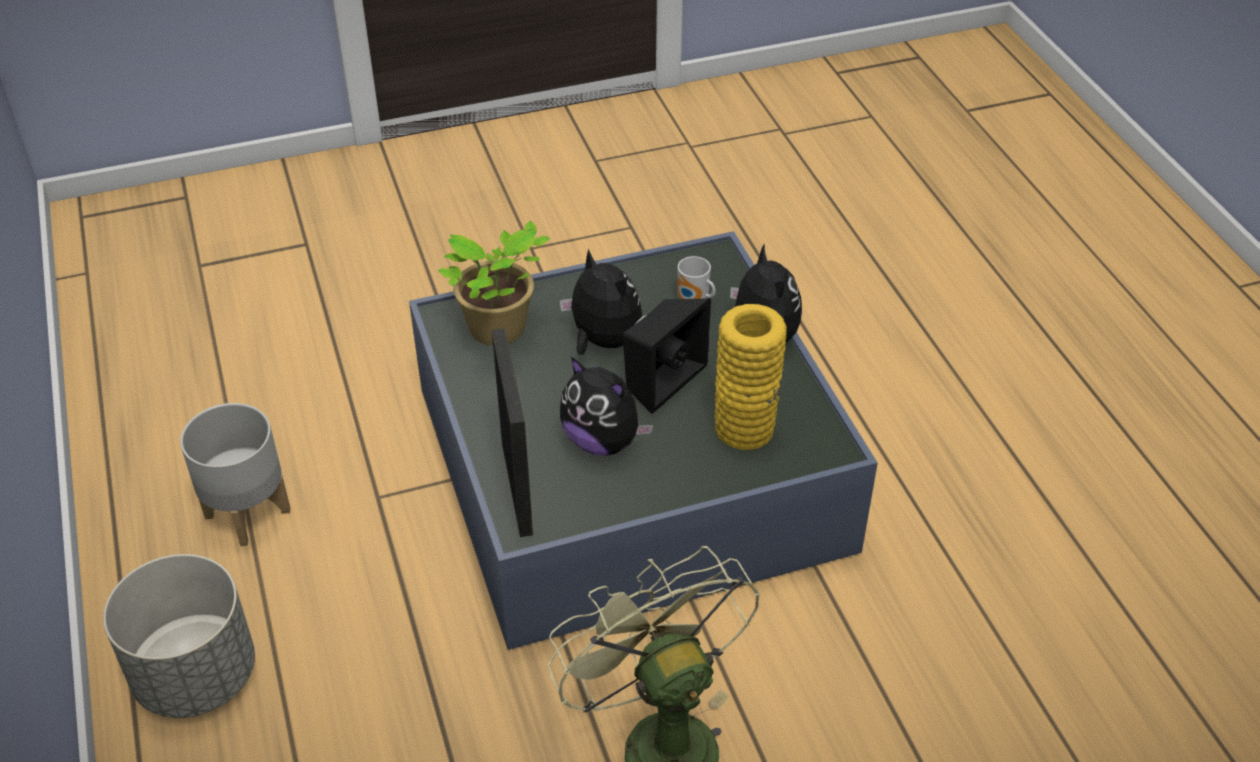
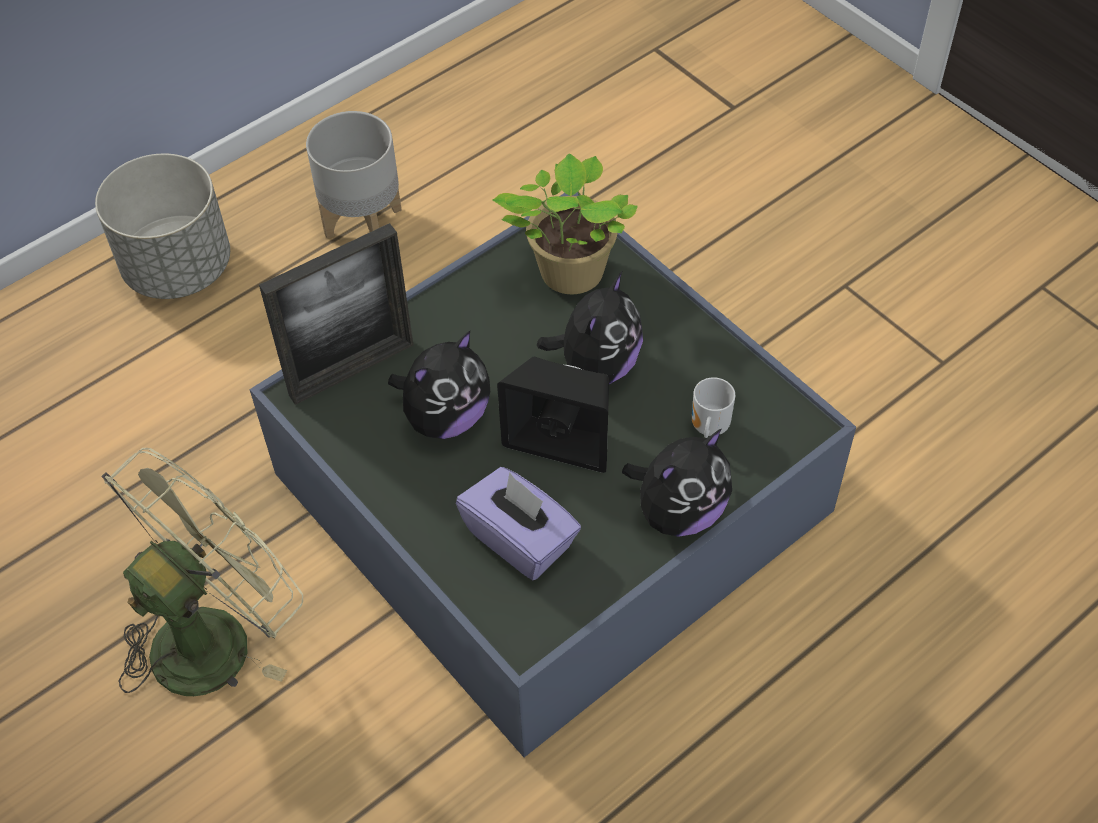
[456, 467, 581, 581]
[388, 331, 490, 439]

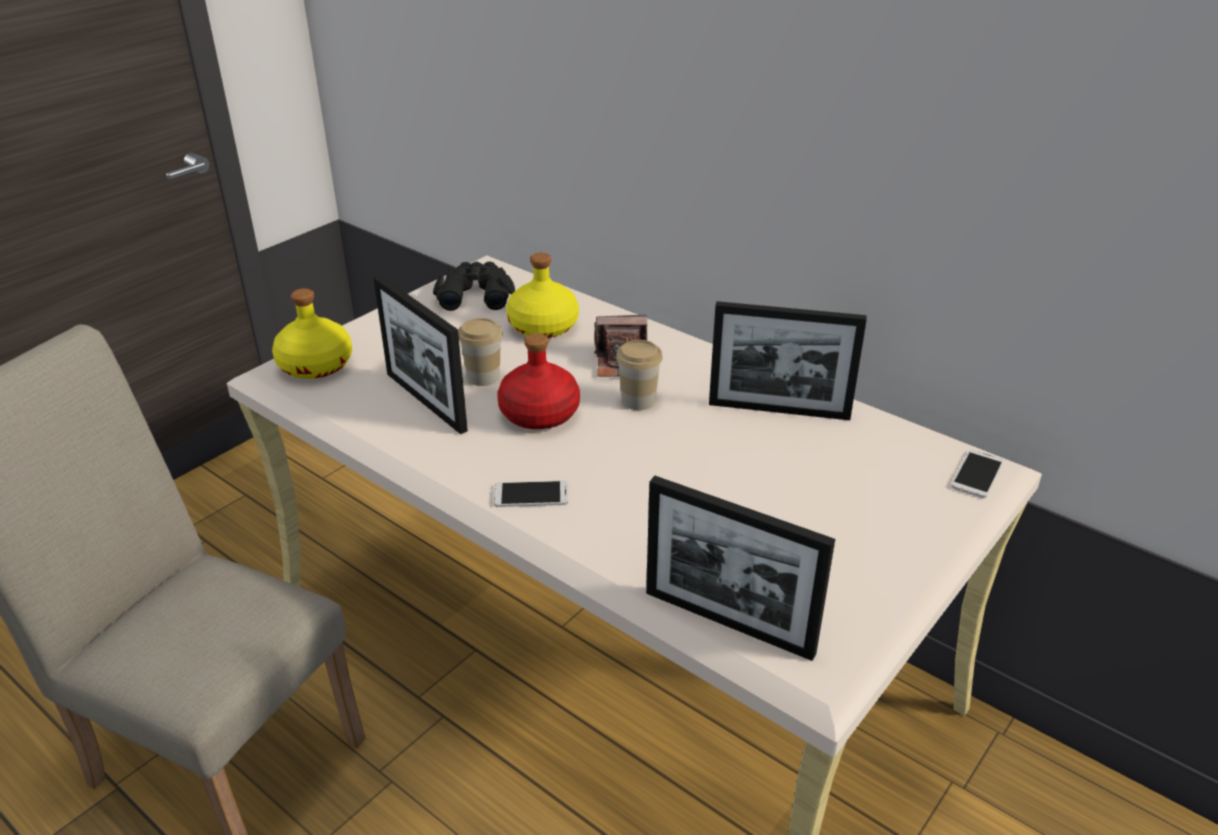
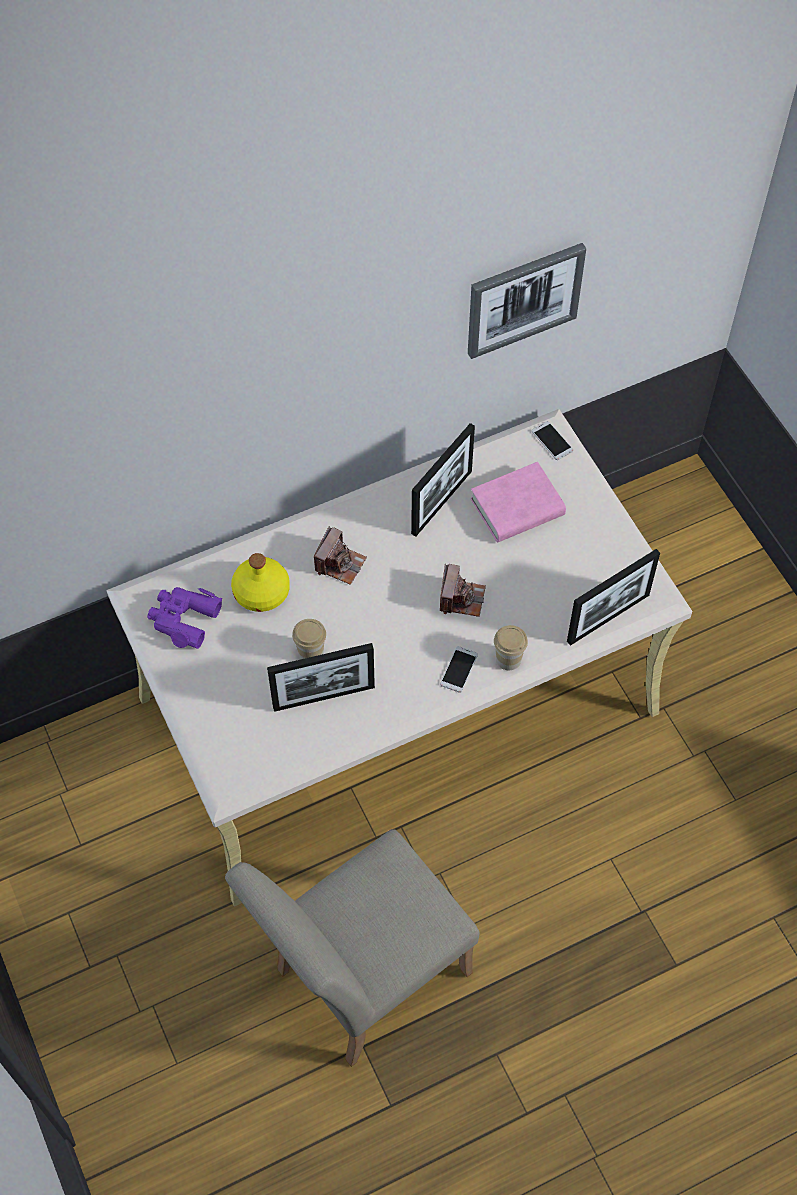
[272, 288, 352, 379] (first image)
[497, 333, 580, 429] (first image)
[440, 564, 486, 617]
[468, 243, 586, 359]
[470, 462, 566, 543]
[494, 625, 528, 670]
[147, 587, 222, 649]

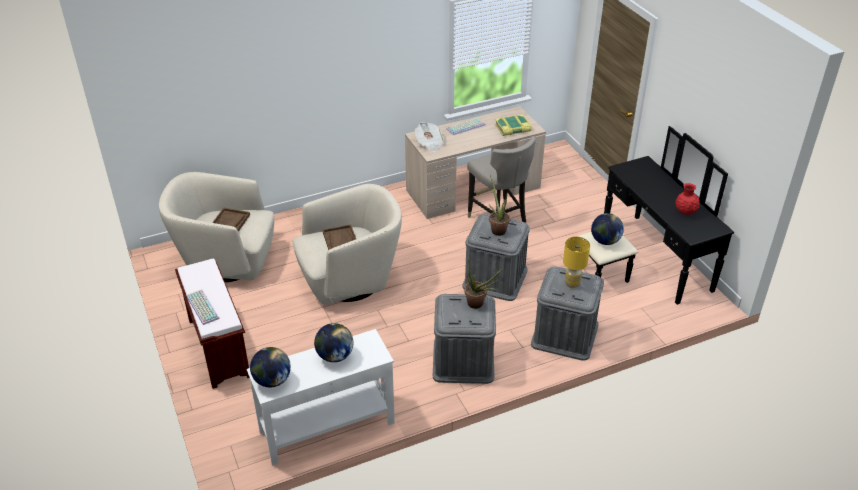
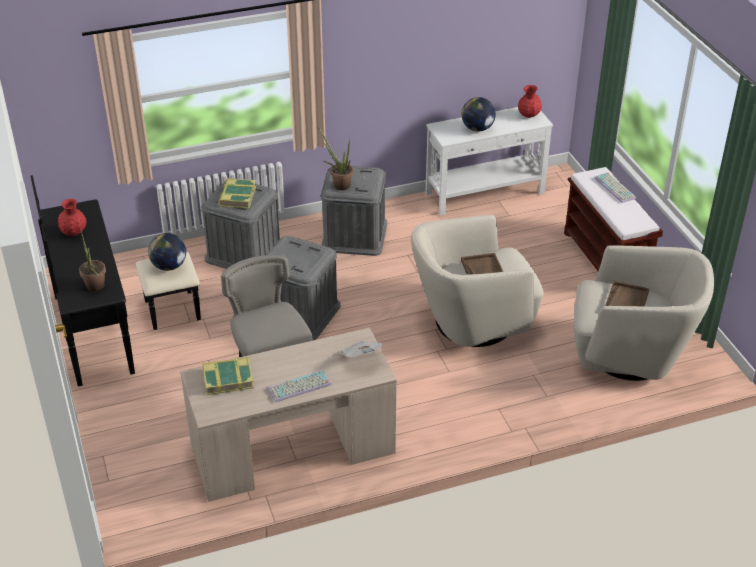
[79, 229, 106, 291]
[518, 85, 542, 118]
[218, 178, 256, 208]

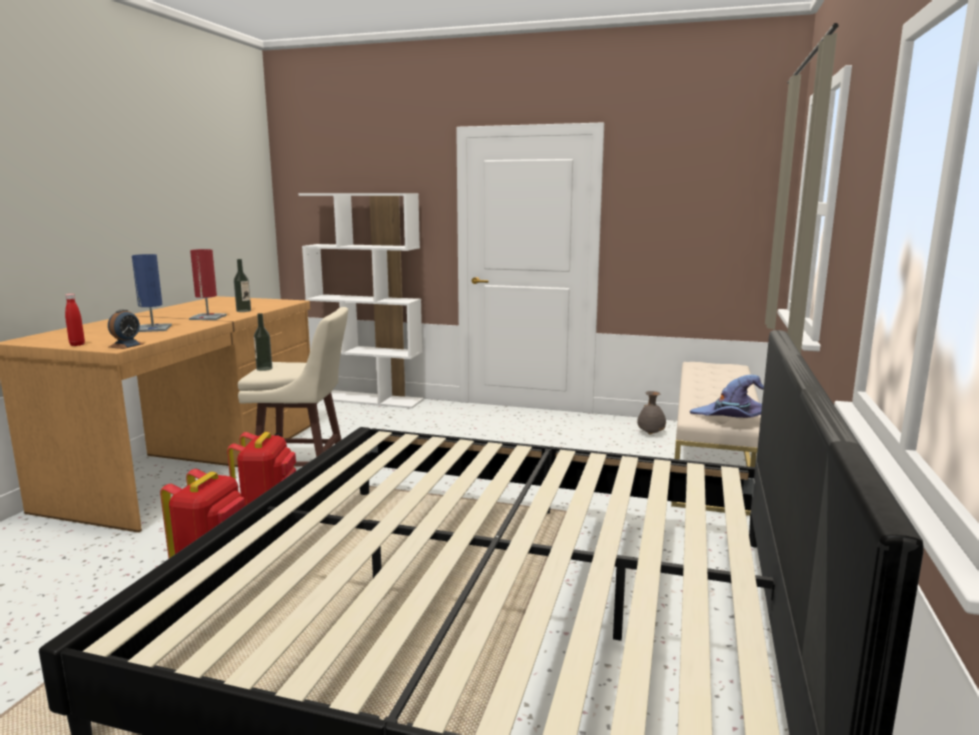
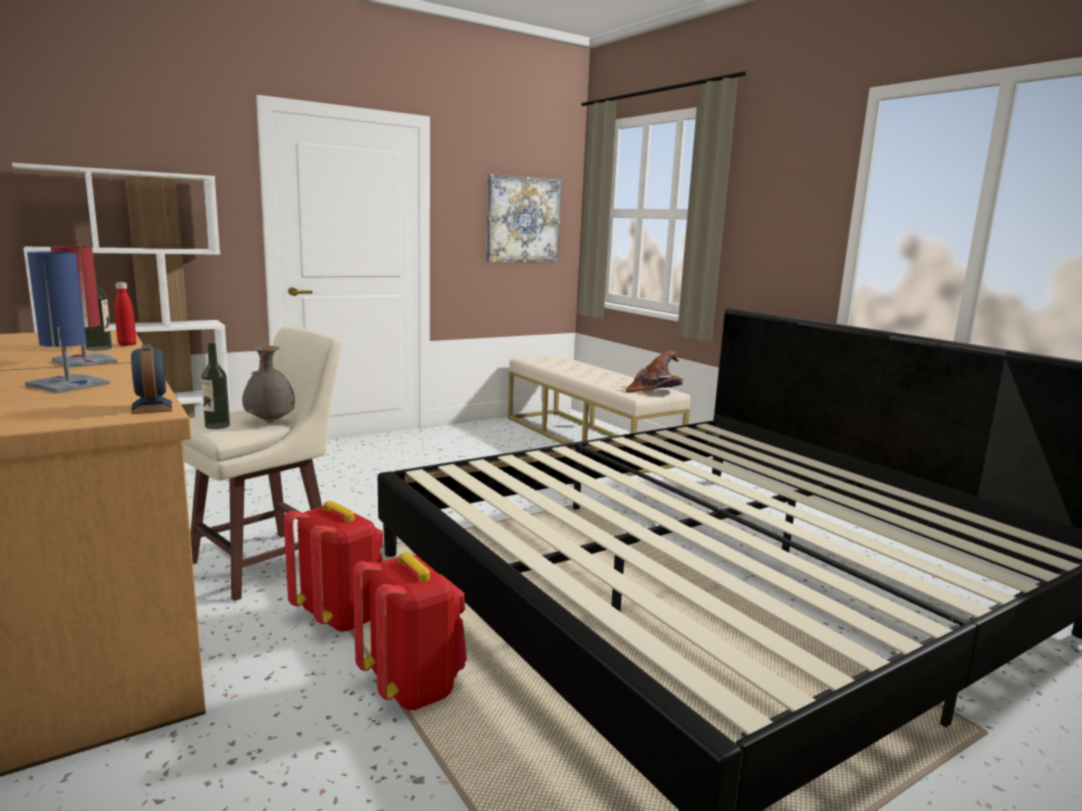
[486, 174, 562, 263]
[114, 282, 136, 346]
[242, 346, 295, 423]
[626, 351, 683, 392]

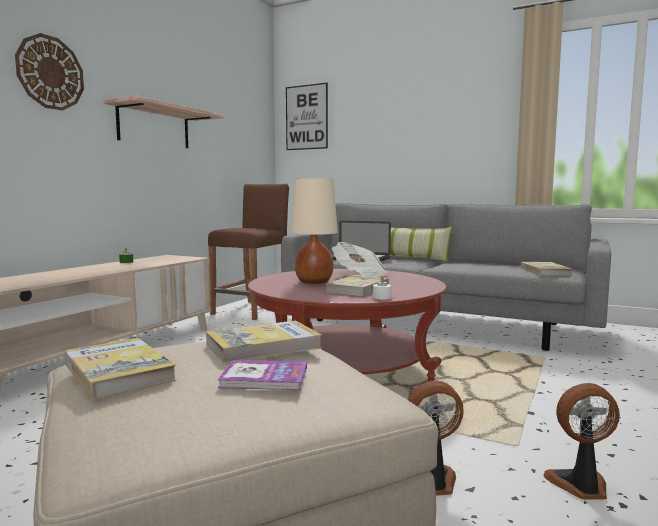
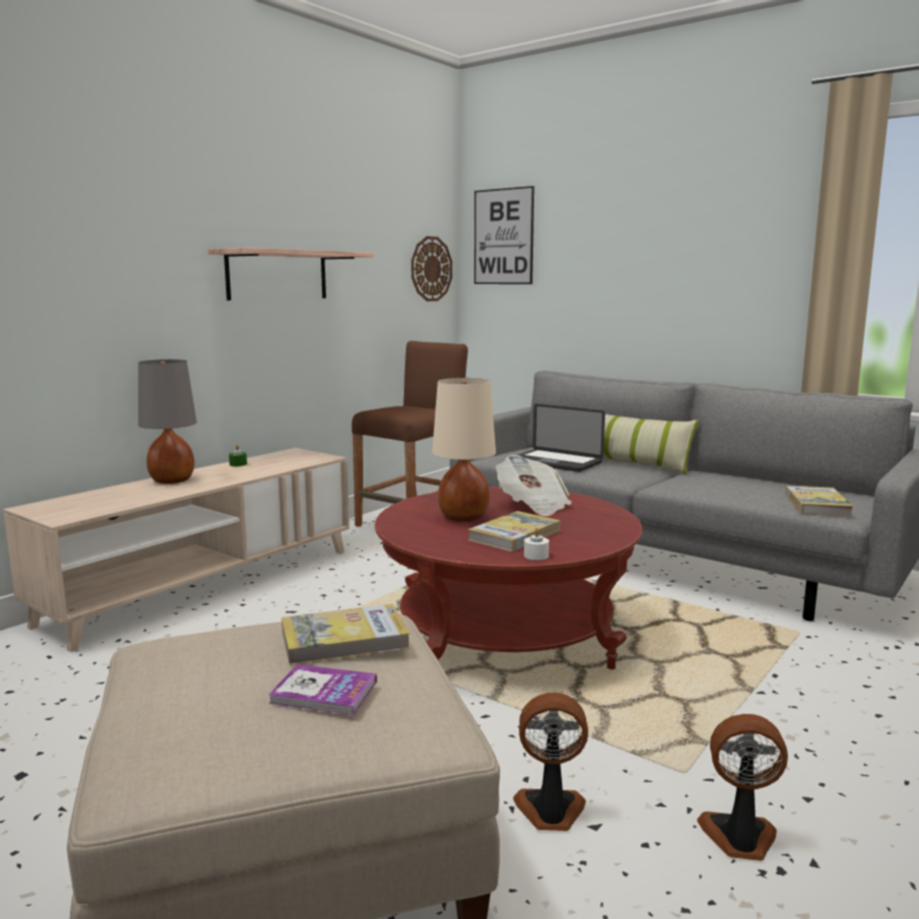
[65, 338, 176, 400] (first image)
[138, 359, 197, 484]
[411, 236, 452, 301]

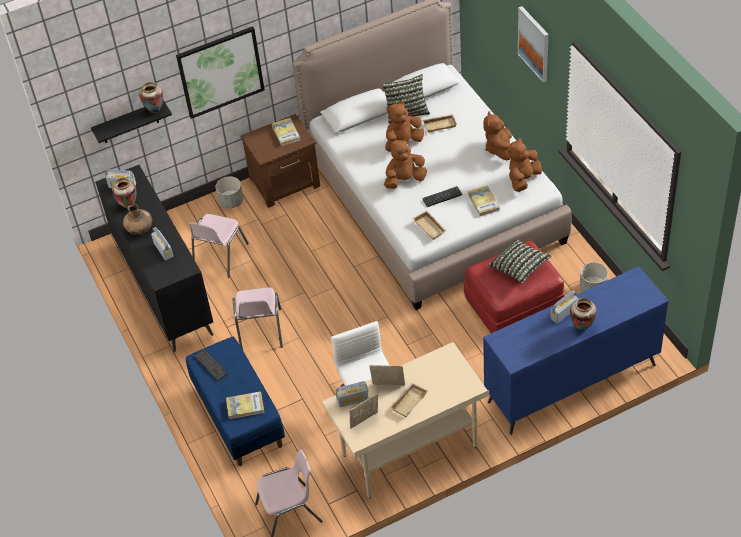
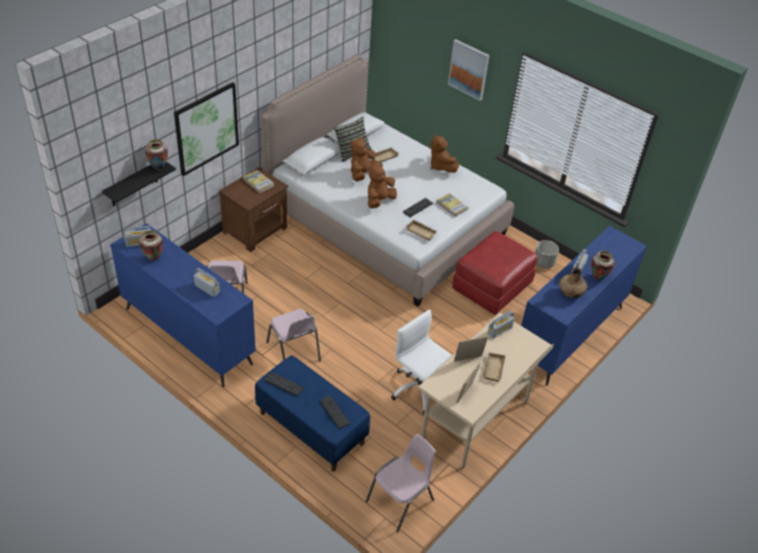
[216, 176, 243, 209] (first image)
[488, 239, 552, 283] (first image)
[508, 138, 542, 192] (first image)
[559, 268, 587, 298]
[487, 311, 514, 339]
[319, 396, 350, 429]
[110, 223, 256, 387]

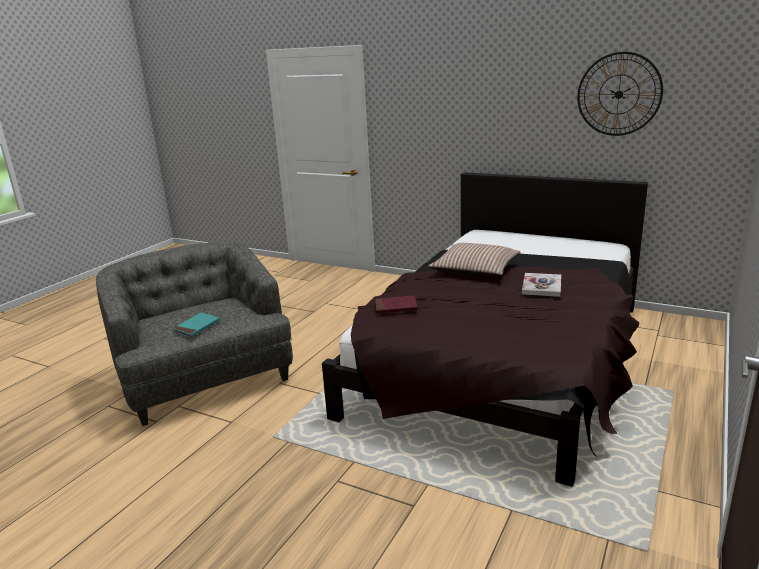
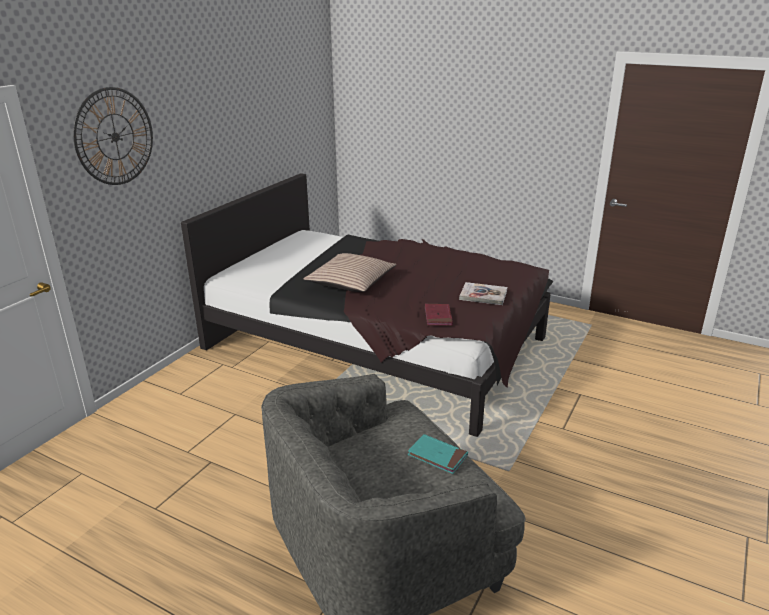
[459, 282, 507, 305]
[73, 87, 153, 185]

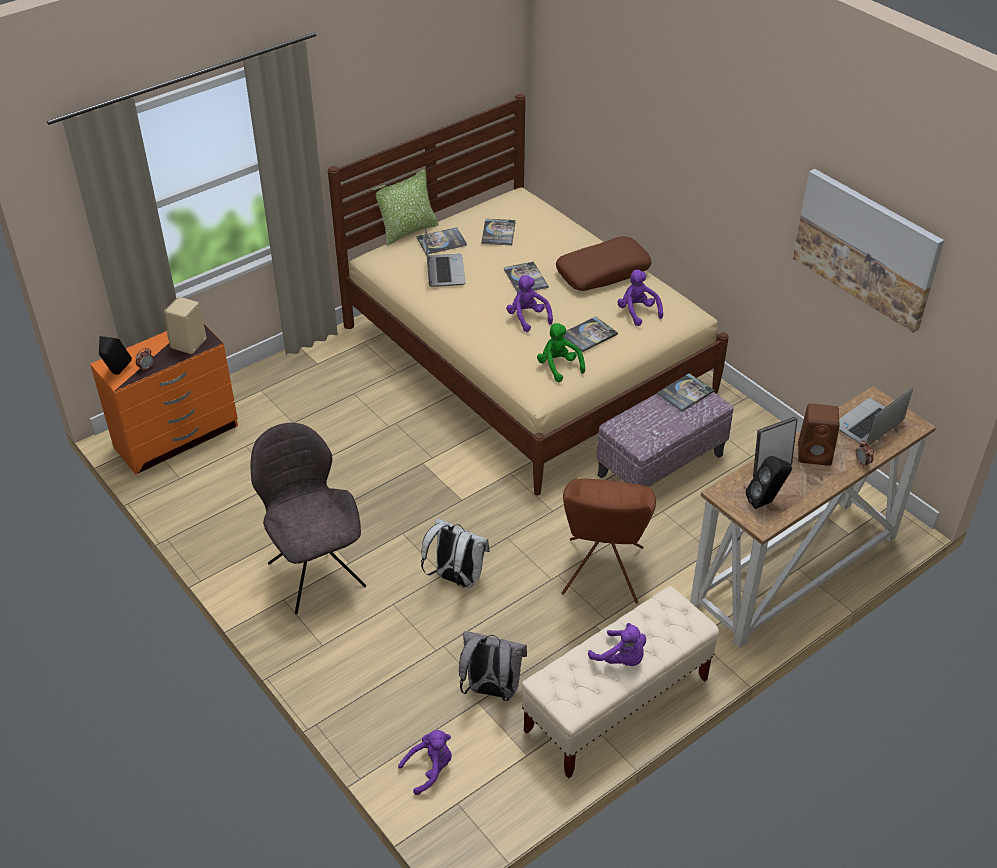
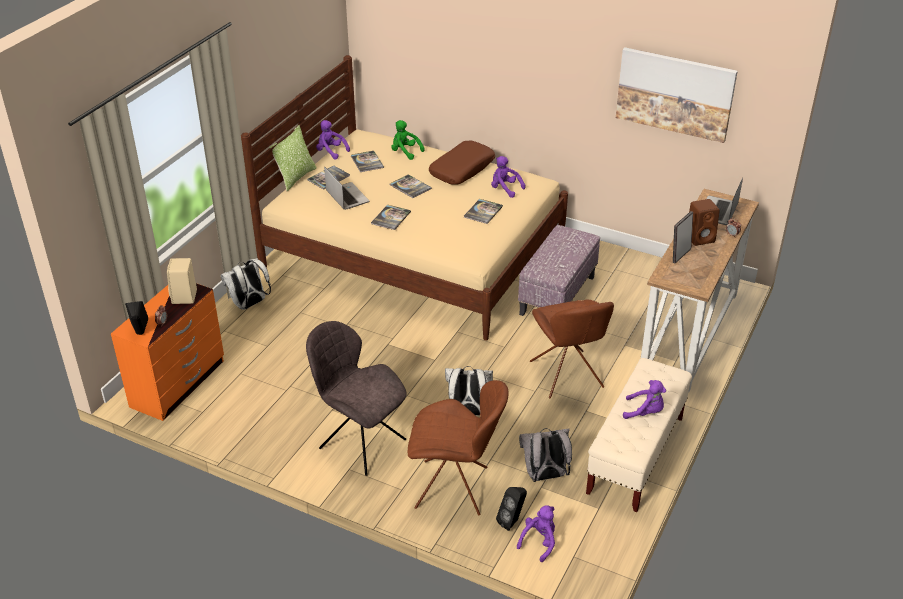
[221, 258, 271, 310]
[408, 380, 509, 515]
[316, 120, 350, 160]
[391, 120, 425, 160]
[371, 205, 411, 230]
[496, 487, 527, 531]

